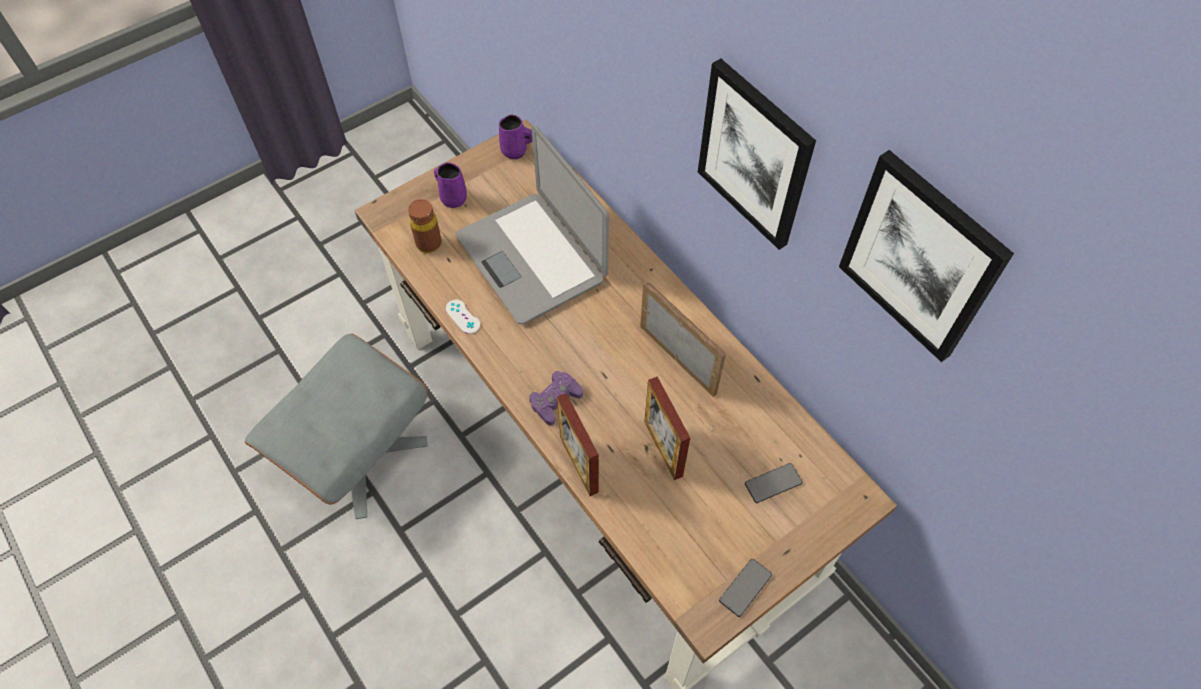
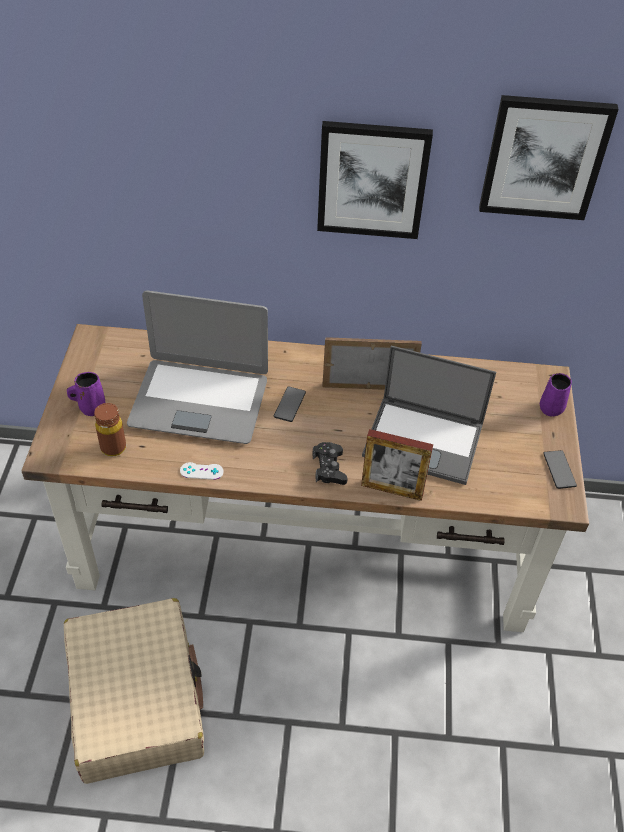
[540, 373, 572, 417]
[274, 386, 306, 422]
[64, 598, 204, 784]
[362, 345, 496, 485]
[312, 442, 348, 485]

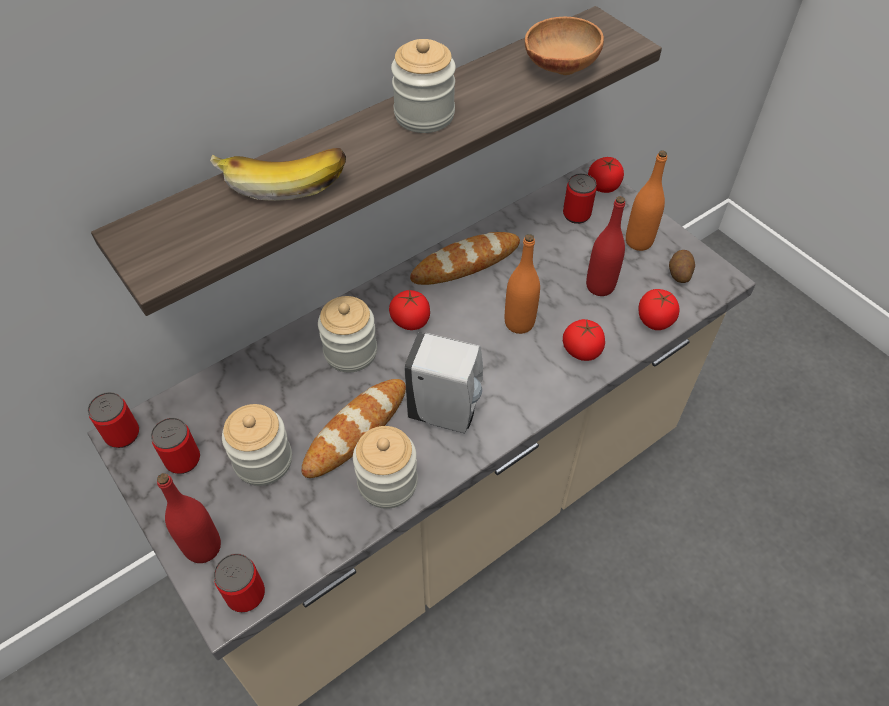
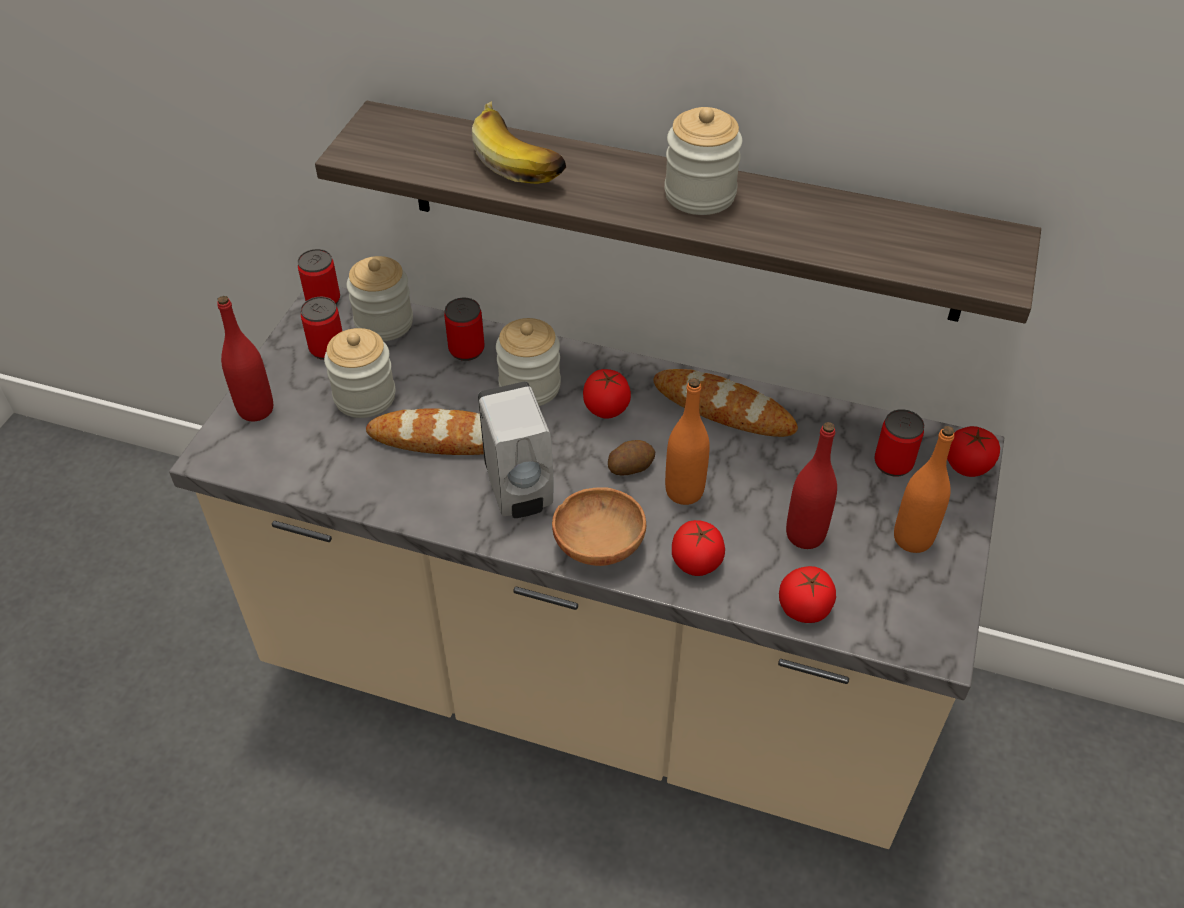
[444, 298, 485, 361]
[347, 256, 413, 341]
[552, 487, 646, 566]
[608, 440, 655, 476]

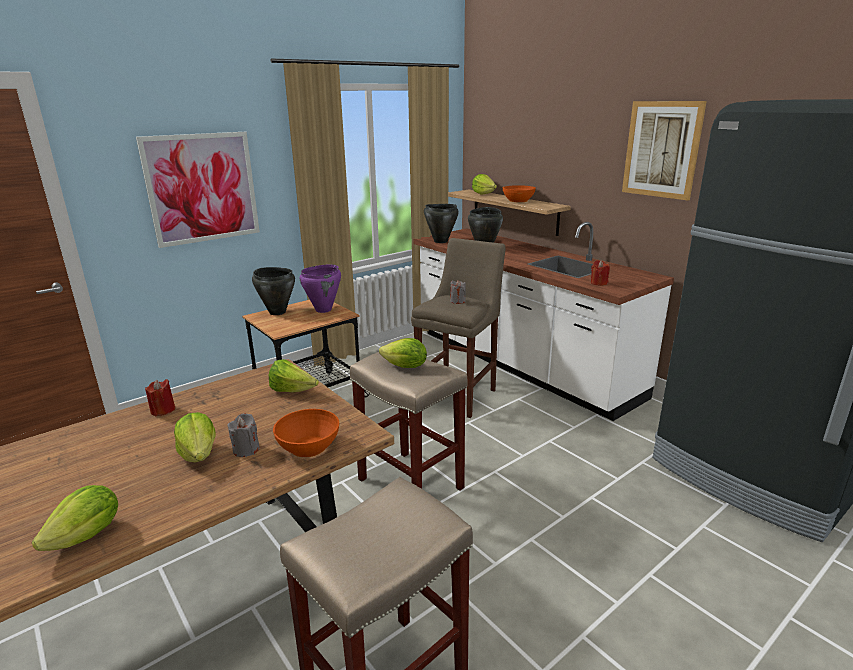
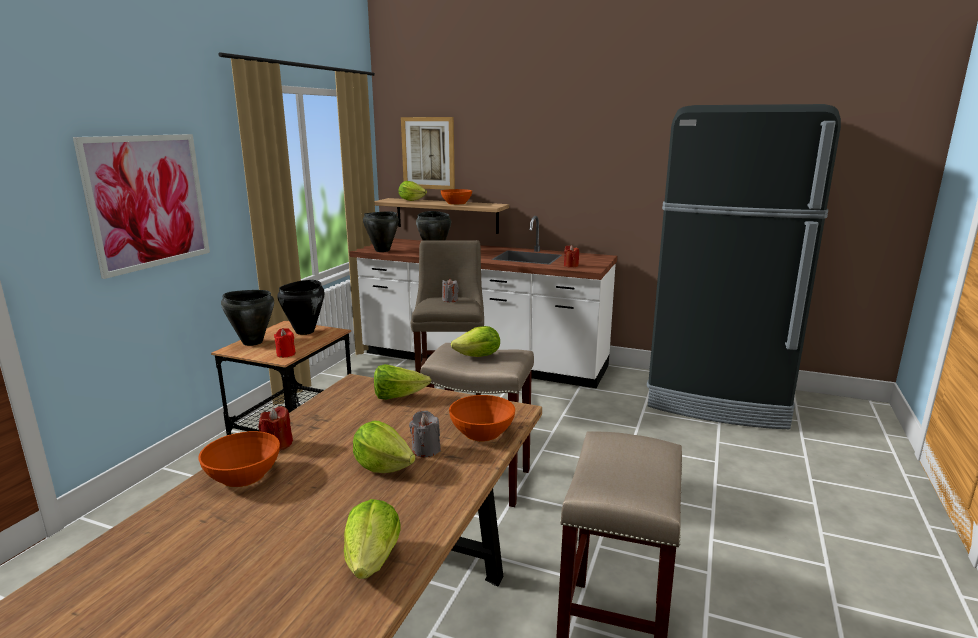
[198, 431, 280, 487]
[274, 328, 296, 358]
[401, 117, 455, 190]
[277, 280, 325, 335]

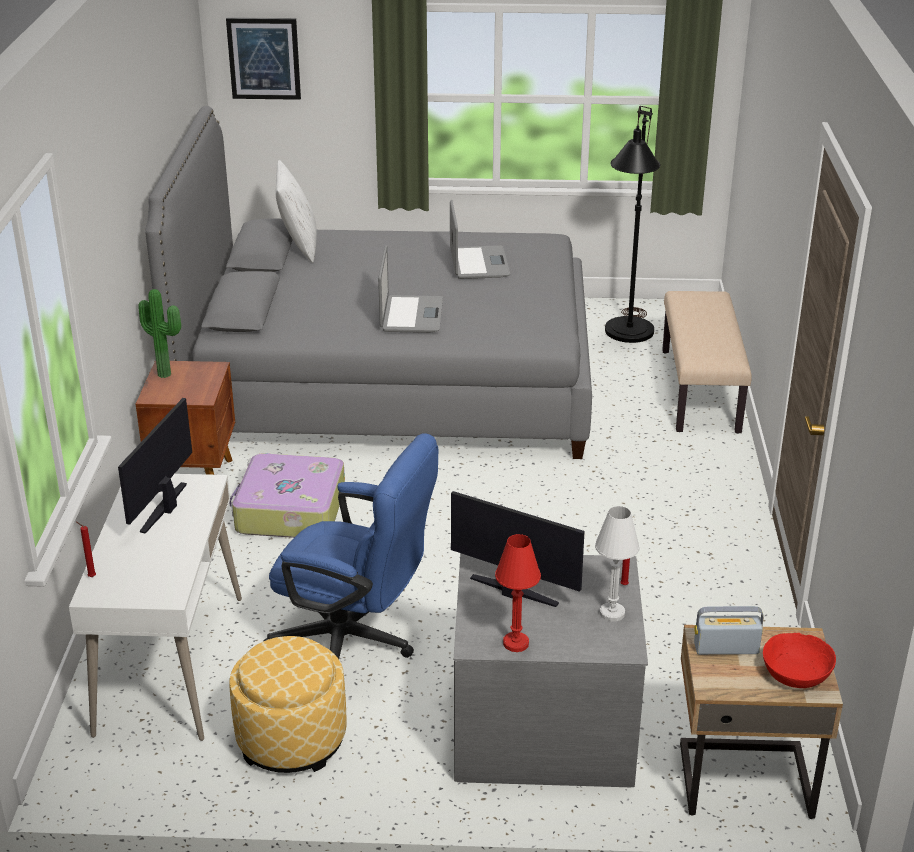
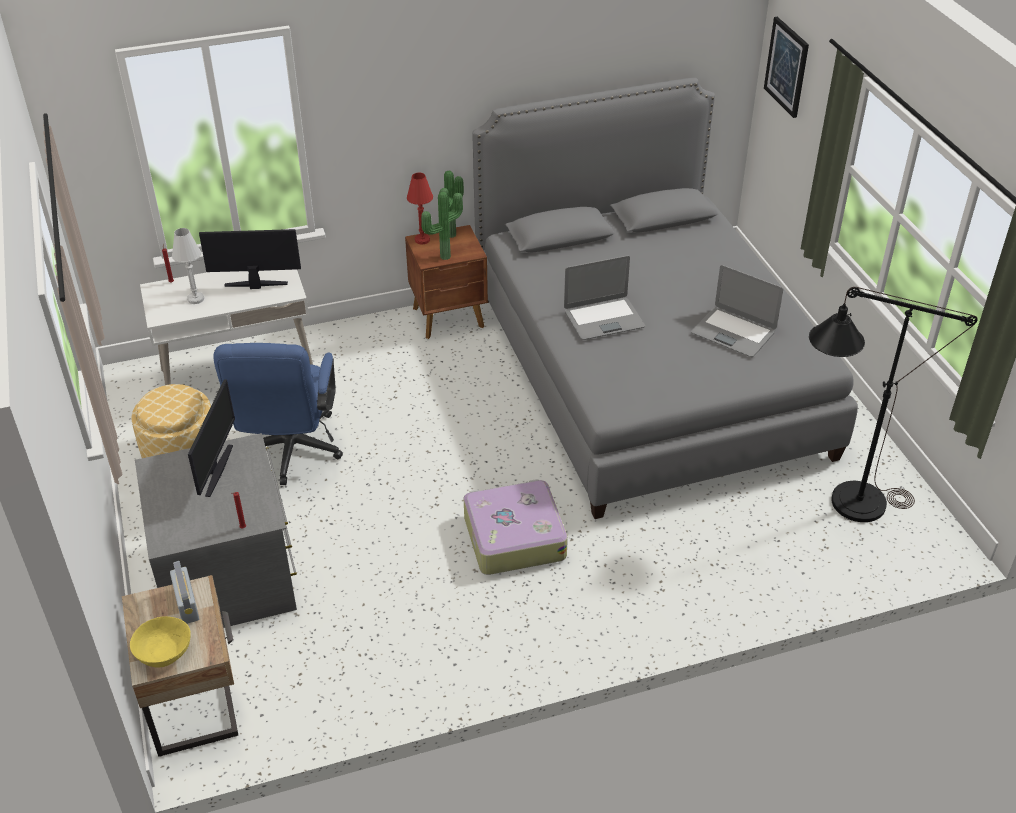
[276, 160, 317, 263] (first image)
[662, 291, 752, 433] (first image)
[421, 192, 463, 260]
[464, 479, 568, 575]
[407, 173, 433, 244]
[172, 228, 204, 304]
[130, 616, 191, 667]
[691, 265, 783, 357]

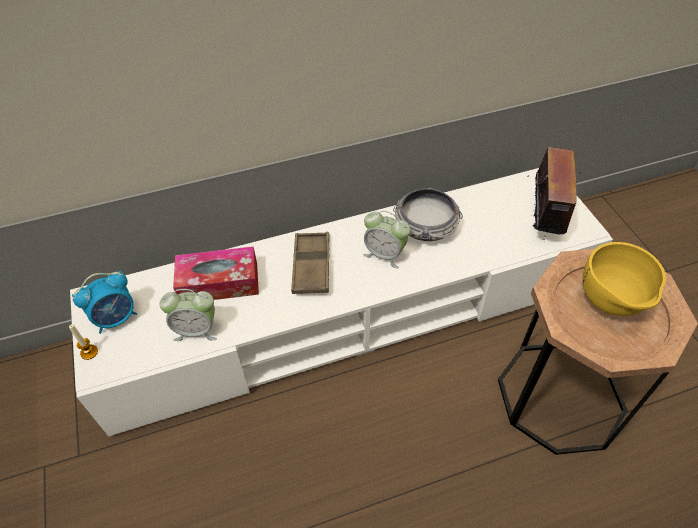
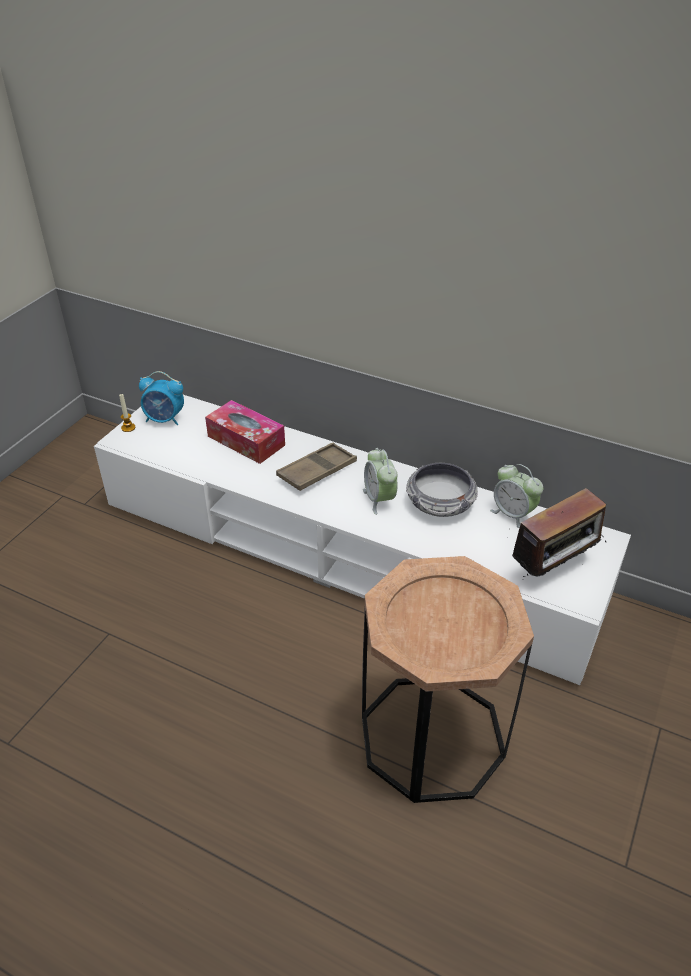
[582, 242, 666, 316] (first image)
[490, 464, 543, 528]

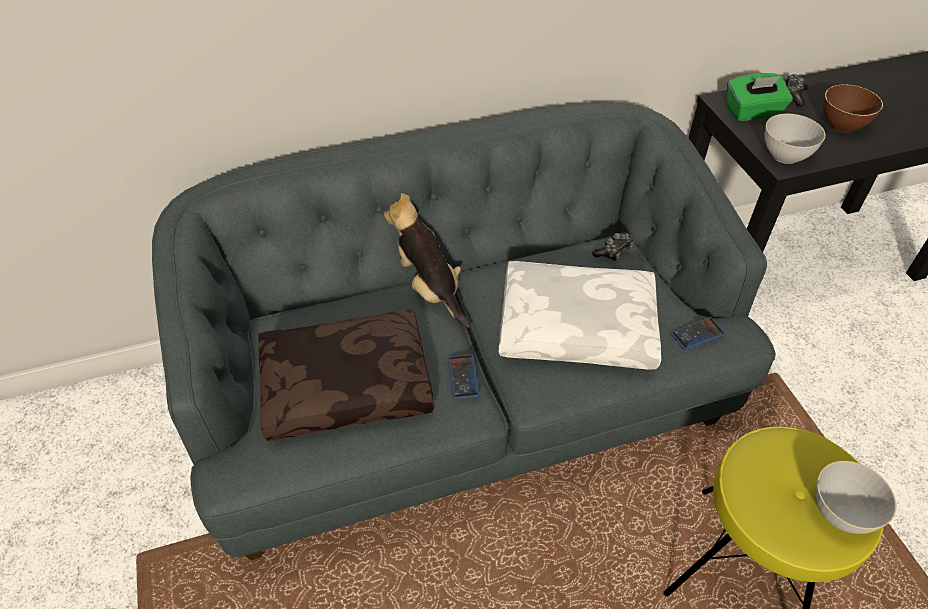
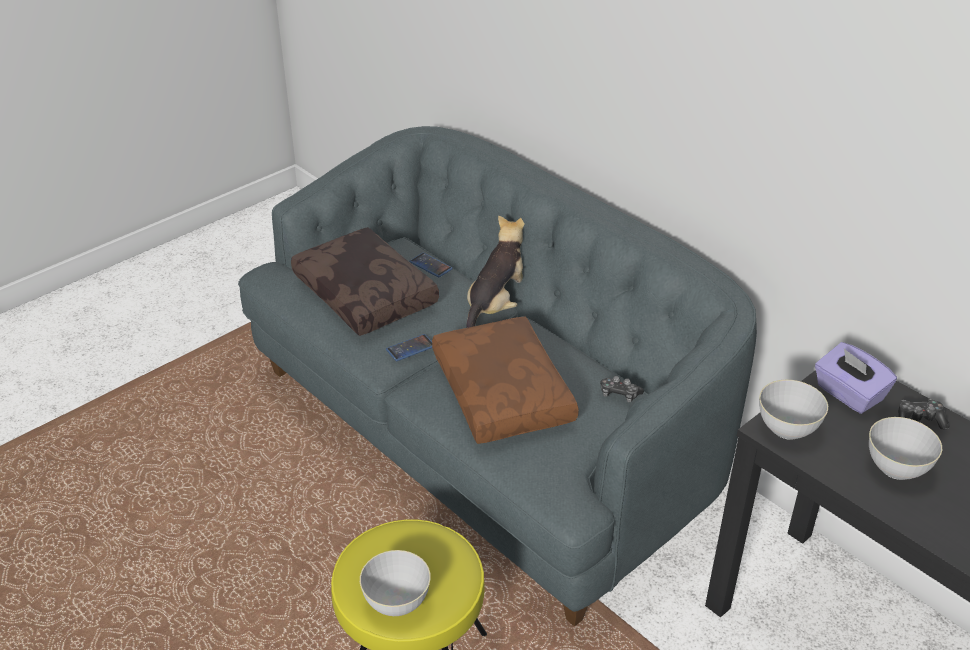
[409, 252, 453, 278]
[432, 317, 579, 444]
[815, 342, 897, 414]
[869, 417, 942, 480]

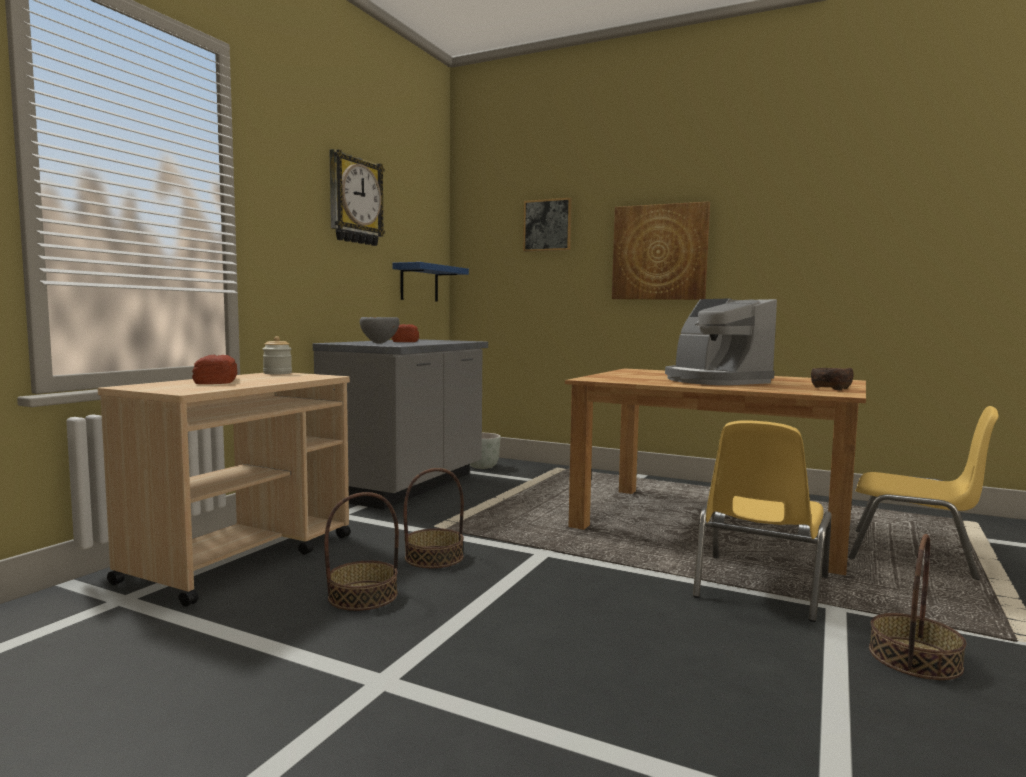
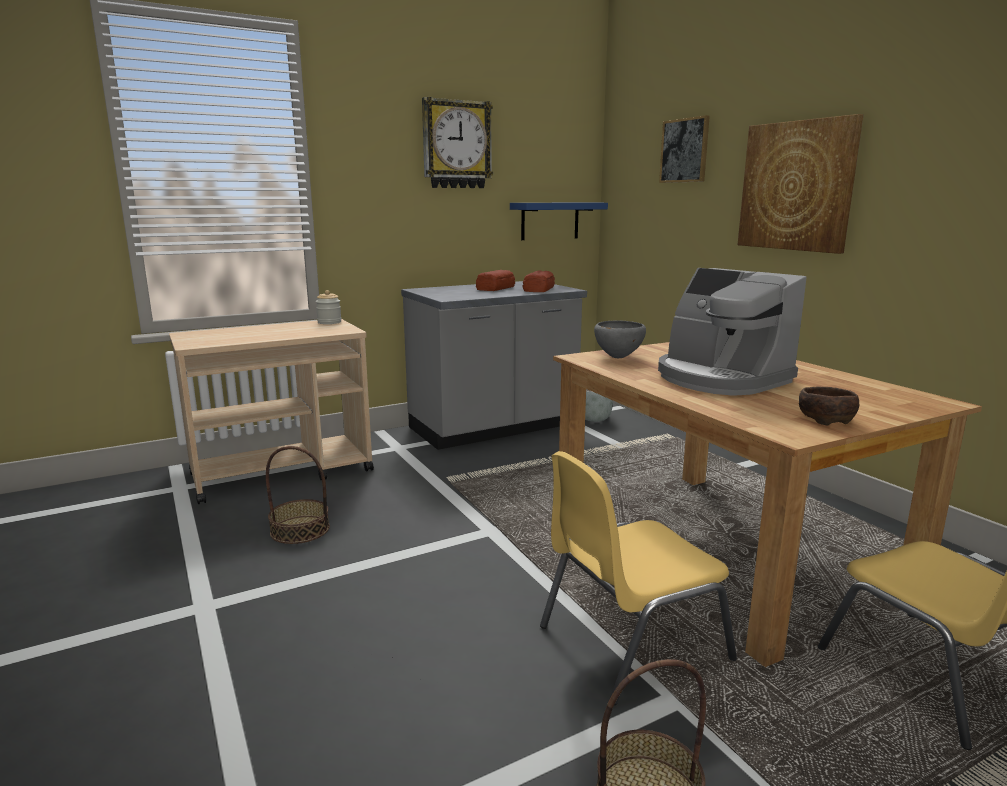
[404, 468, 464, 568] (first image)
[523, 270, 555, 292]
[594, 320, 646, 358]
[658, 268, 807, 396]

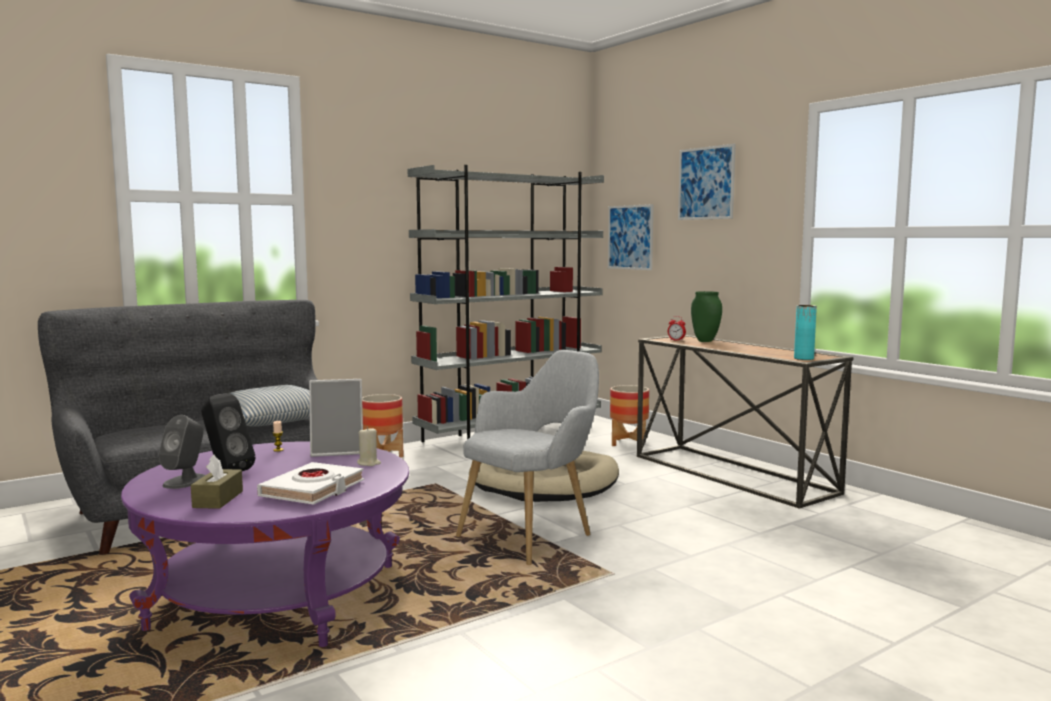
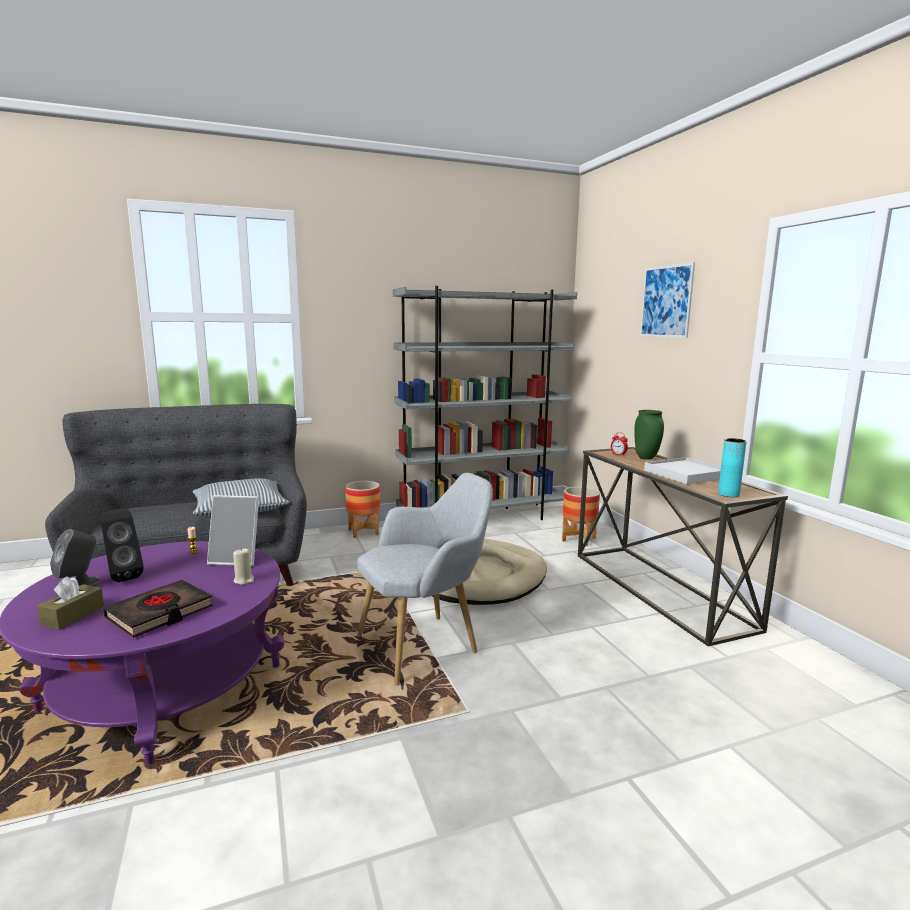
[608, 204, 654, 270] (first image)
[644, 457, 721, 484]
[103, 580, 213, 638]

